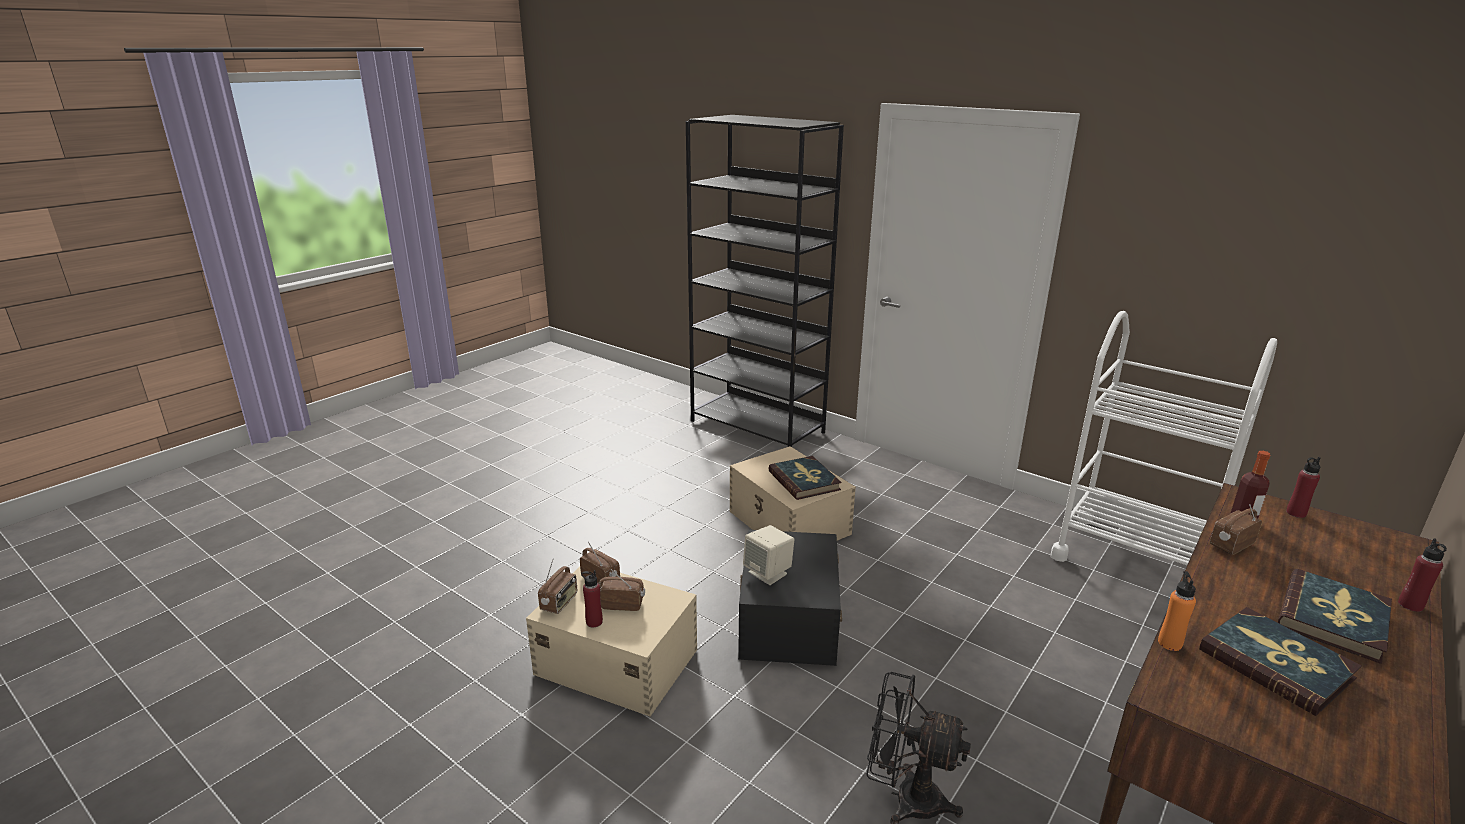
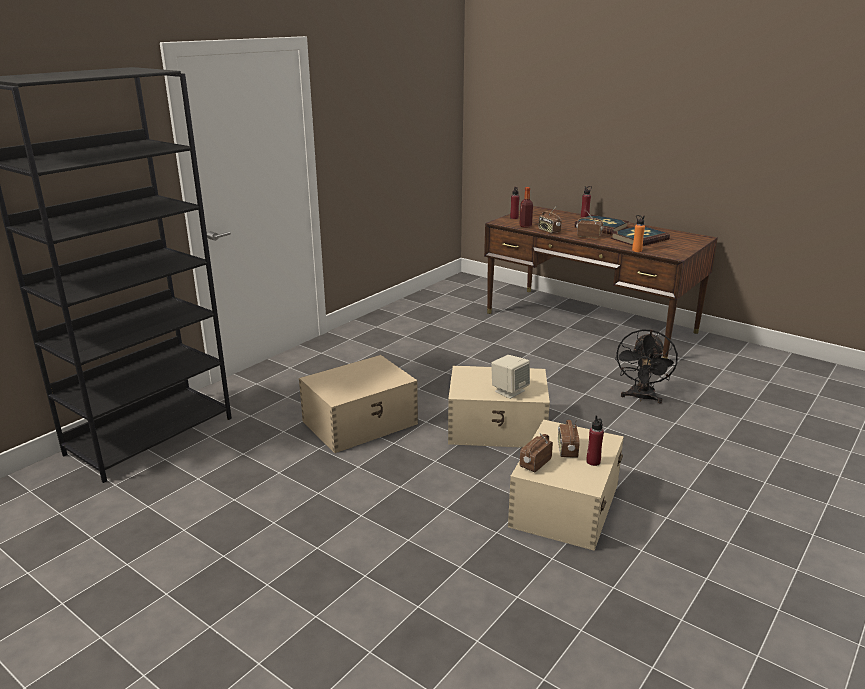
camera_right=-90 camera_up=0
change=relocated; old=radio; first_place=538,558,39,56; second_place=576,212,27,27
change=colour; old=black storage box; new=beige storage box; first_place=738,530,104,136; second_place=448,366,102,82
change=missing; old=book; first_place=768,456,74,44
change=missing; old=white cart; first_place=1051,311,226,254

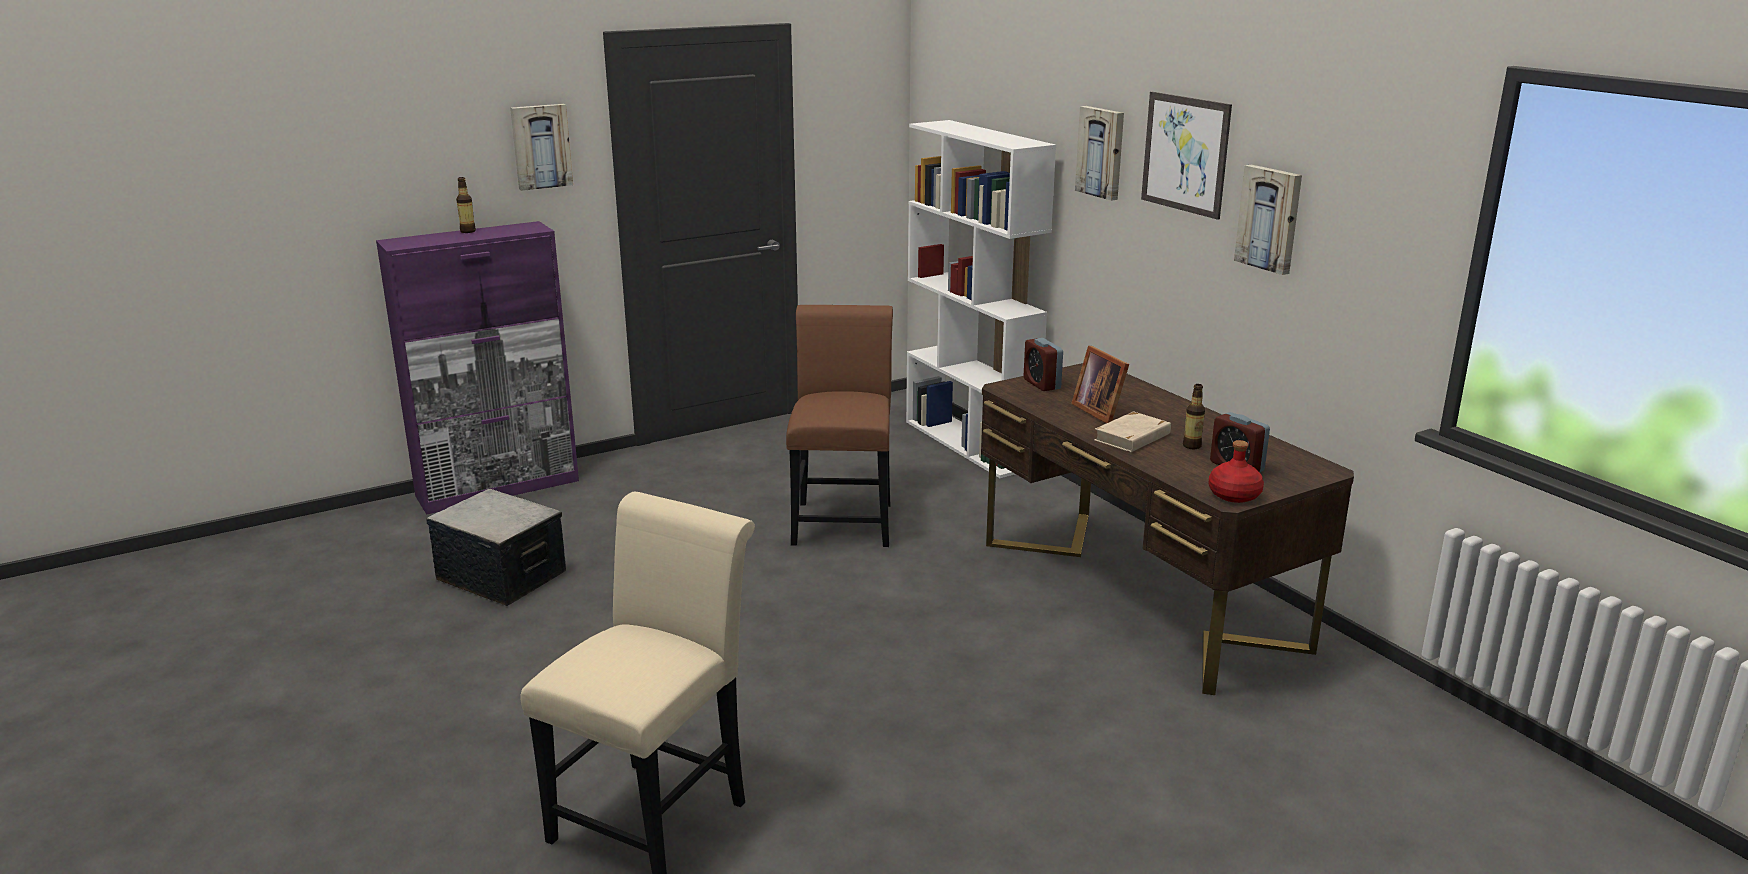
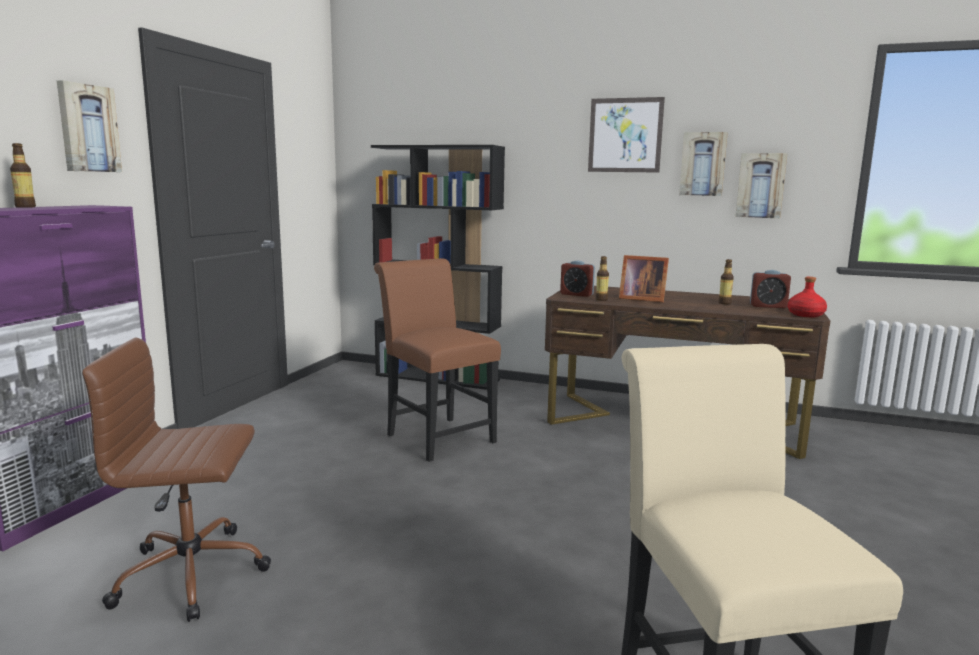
camera_right=-40 camera_up=-10
change=exchanged; old=storage box; new=brown office chair; first_place=426,489,140,117; second_place=82,337,189,285
change=colour; old=white bookcase; new=black bookcase; first_place=906,120,150,358; second_place=371,145,134,245
change=relocated; old=picture; first_place=1075,106,49,95; second_place=735,153,52,65
change=missing; old=beige book; first_place=1095,411,76,41
change=appeared; new=bottle; second_place=595,256,14,45

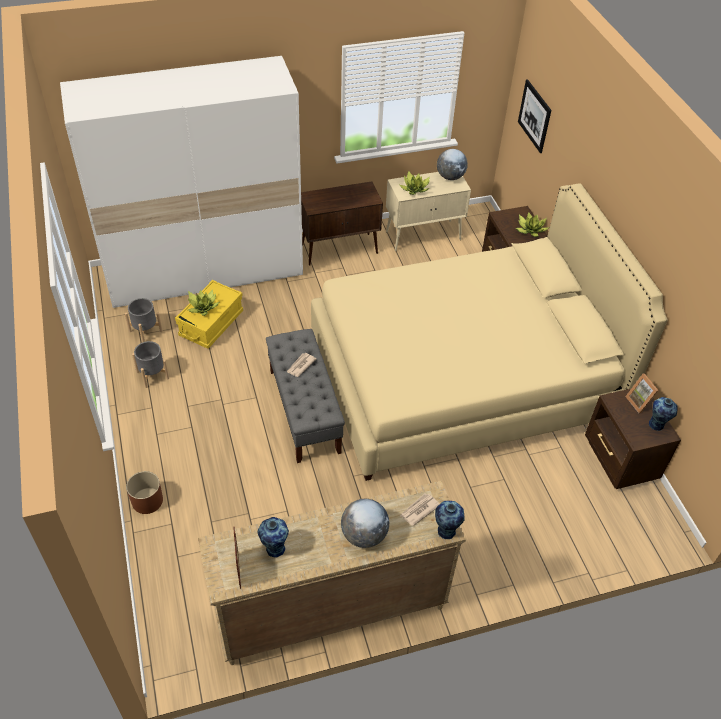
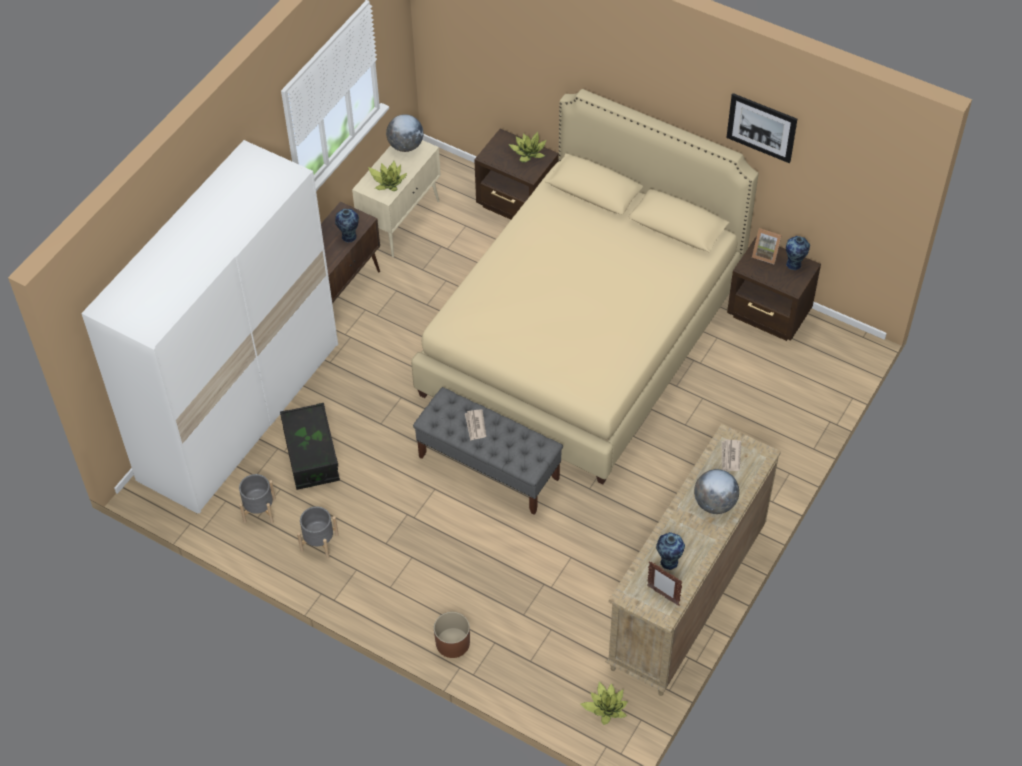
camera_right=-40 camera_up=5
change=colour; old=yellow storage box; new=black storage box; first_place=175,280,68,69; second_place=280,403,60,87
change=relocated; old=potted plant; first_place=188,289,31,27; second_place=581,682,47,43
change=relocated; old=vase; first_place=435,501,30,38; second_place=335,209,24,34
change=relocated; old=picture; first_place=518,79,33,74; second_place=726,93,71,70

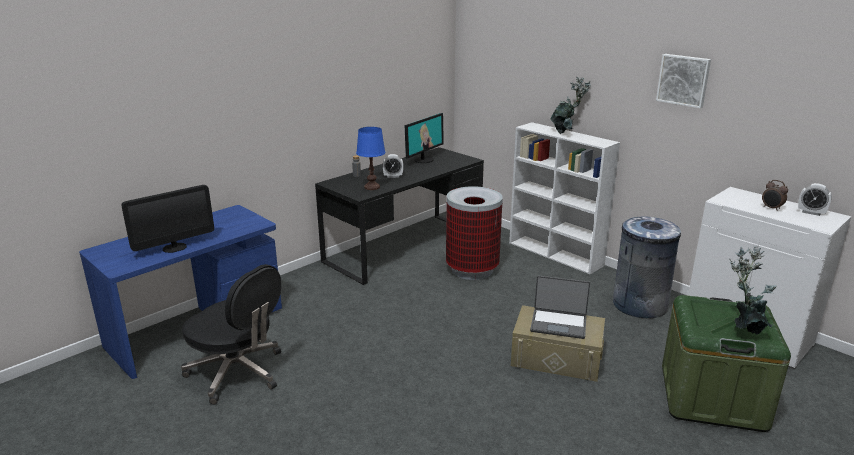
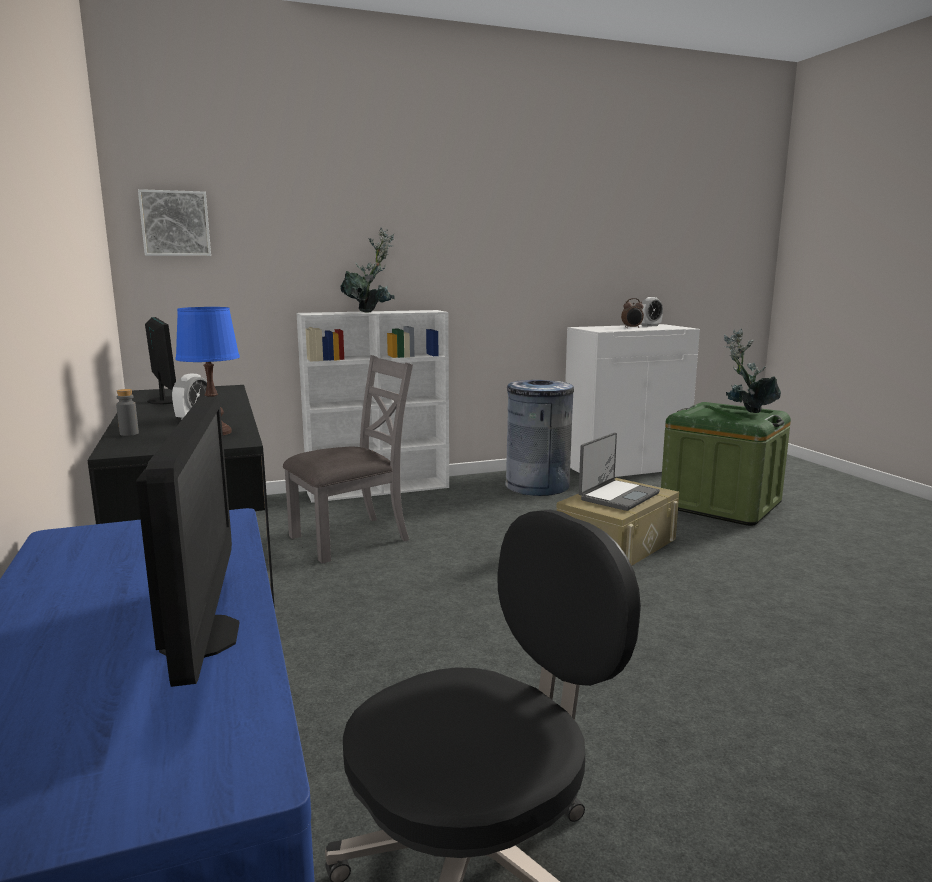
camera_right=-65 camera_up=-10
change=exchanged; old=trash can; new=grey chair; first_place=446,186,57,94; second_place=283,355,130,208
change=relocated; old=picture; first_place=656,54,55,54; second_place=138,189,73,67

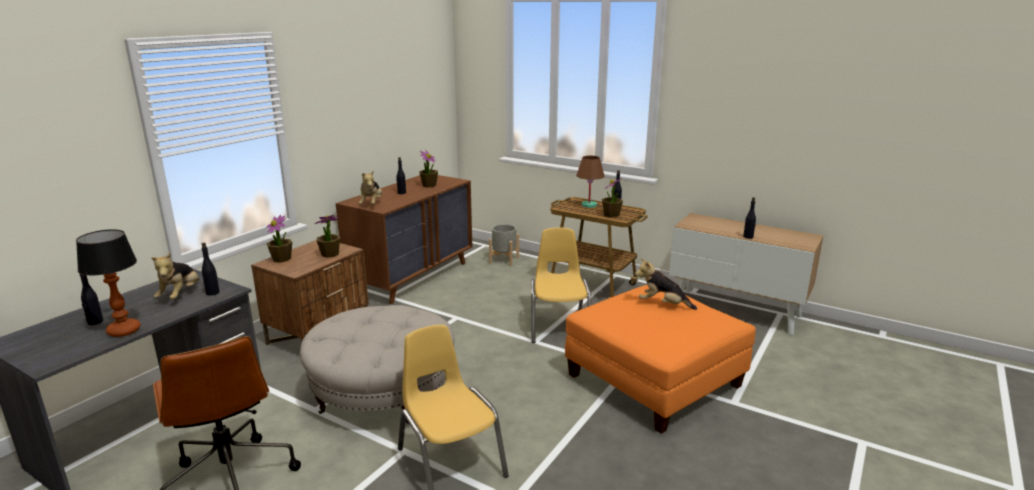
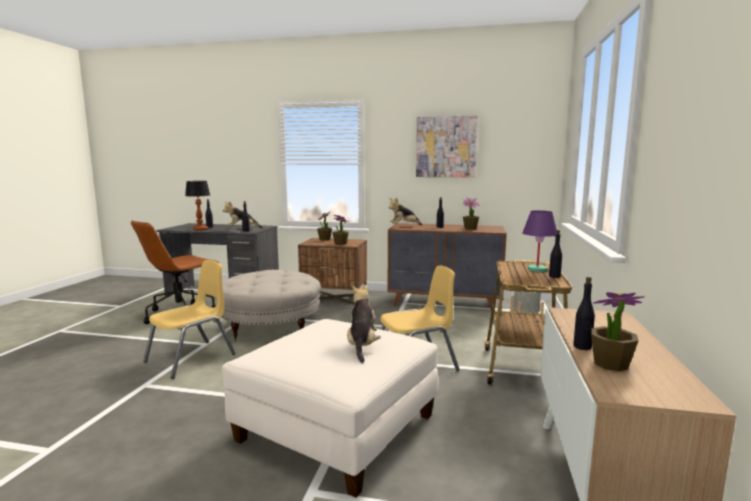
camera_right=70 camera_up=-10
change=colour; old=orange ottoman; new=white ottoman; first_place=565,285,191,149; second_place=222,319,217,179
change=colour; old=brown table lamp; new=purple table lamp; first_place=576,156,29,52; second_place=522,210,35,62
change=relocated; old=potted plant; first_place=602,179,21,38; second_place=591,292,53,79
change=appeared; new=picture; second_place=416,115,62,62

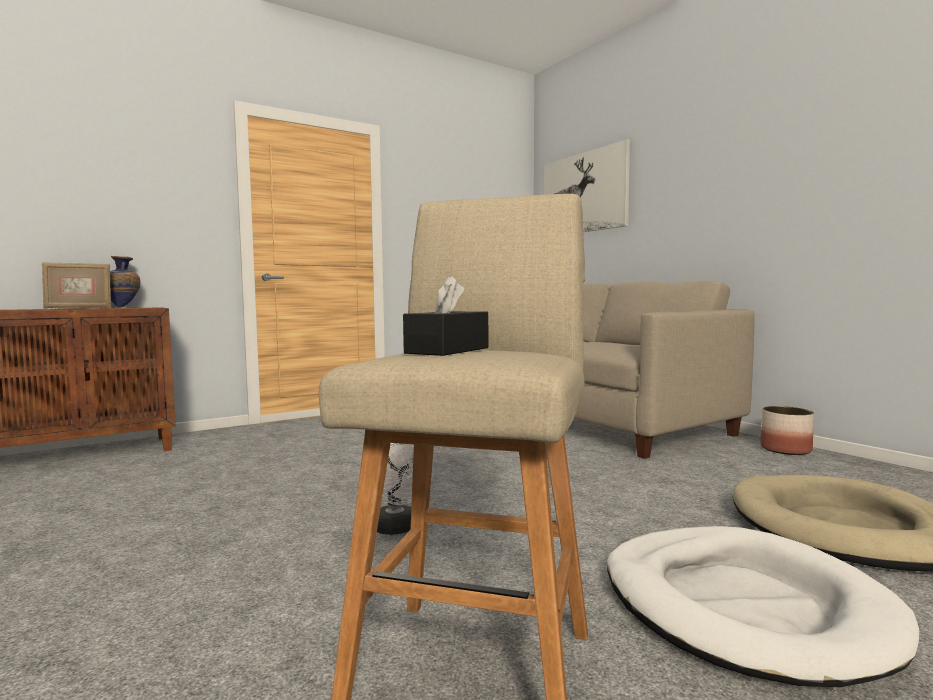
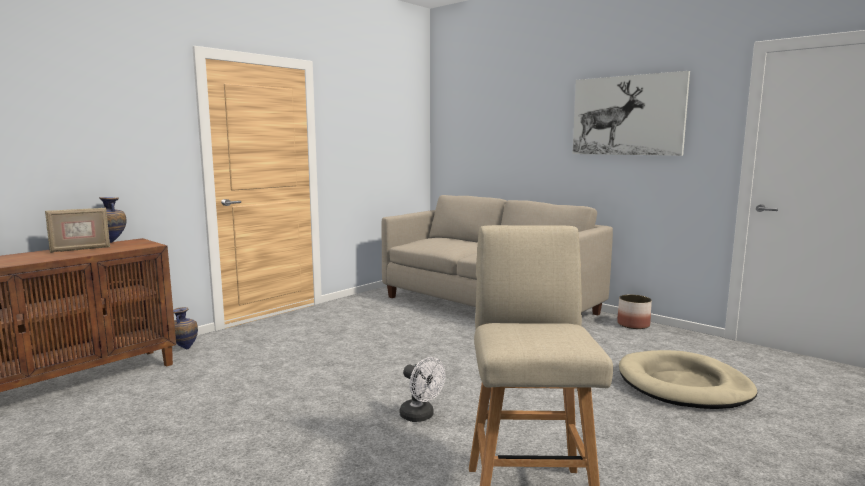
camera_right=-15 camera_up=5
change=missing; old=black tissue box; first_place=403,276,85,80
change=relocated; old=picture; first_place=544,139,86,93; second_place=572,71,118,85
change=missing; old=white dog bed; first_place=607,526,312,161
change=appeared; new=vase; second_place=173,307,25,43

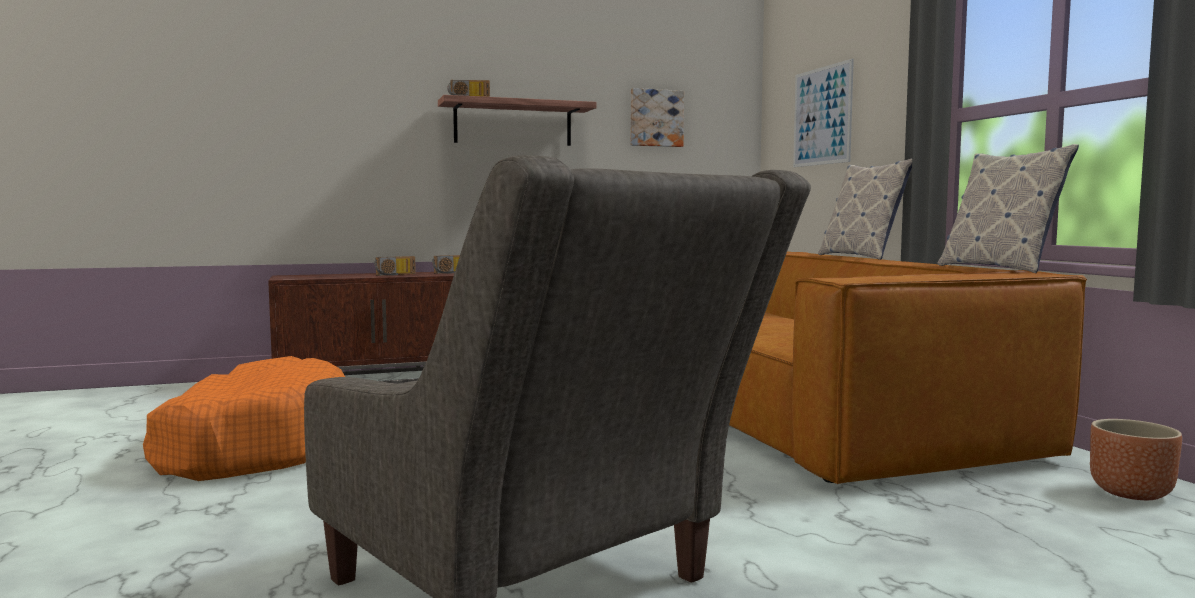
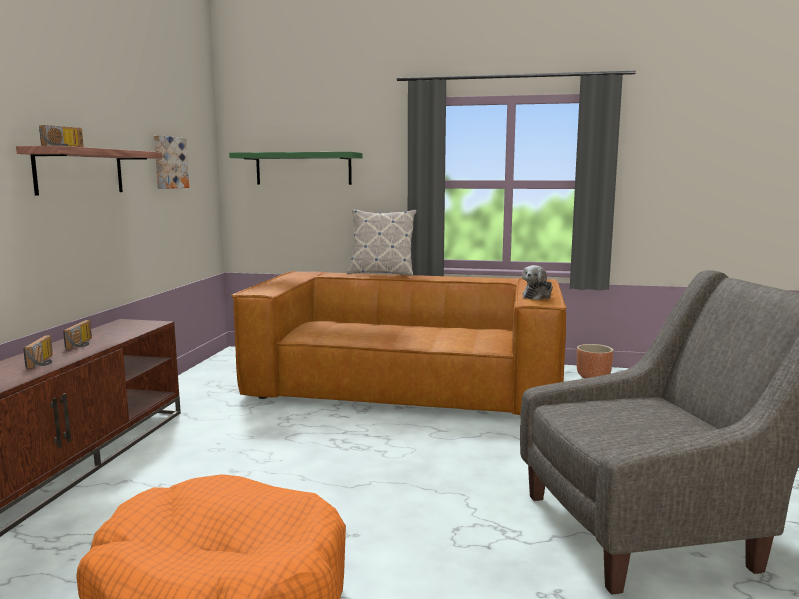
camera_right=-60 camera_up=5
change=exchanged; old=picture; new=green shelf; first_place=793,59,61,108; second_place=229,152,133,33
change=missing; old=pillow; first_place=937,144,142,129
change=appeared; new=plush toy; second_place=522,265,31,35

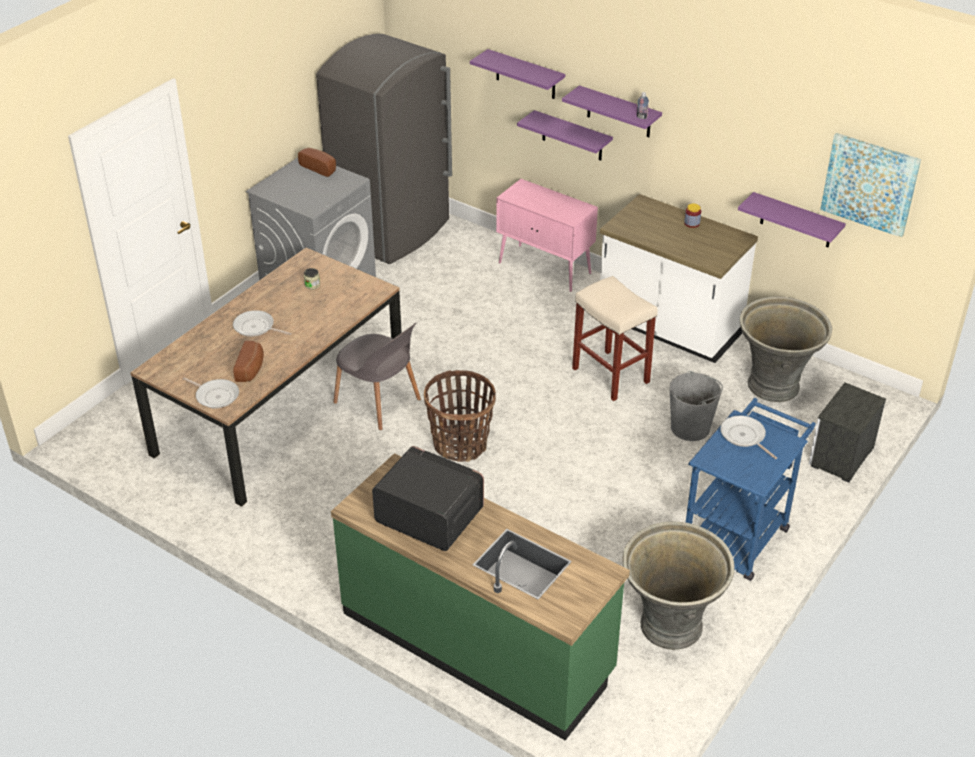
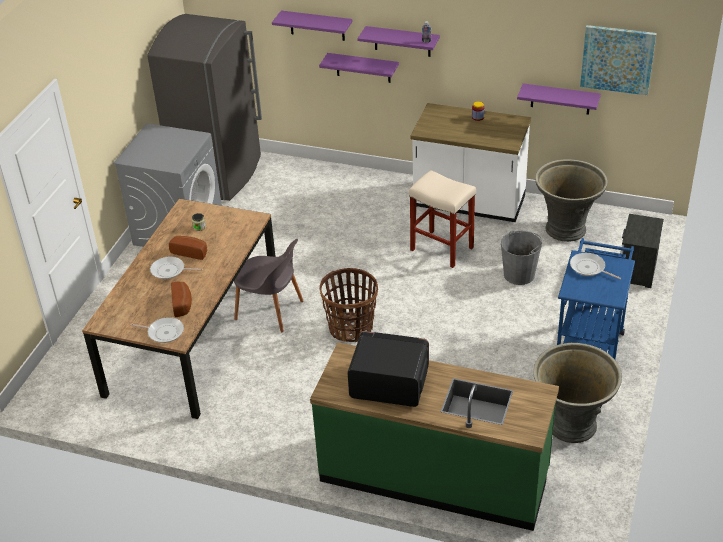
camera_right=-15 camera_up=0
change=relocated; old=bread; first_place=298,148,38,29; second_place=169,236,38,24
change=missing; old=pink cabinet; first_place=496,179,102,113

